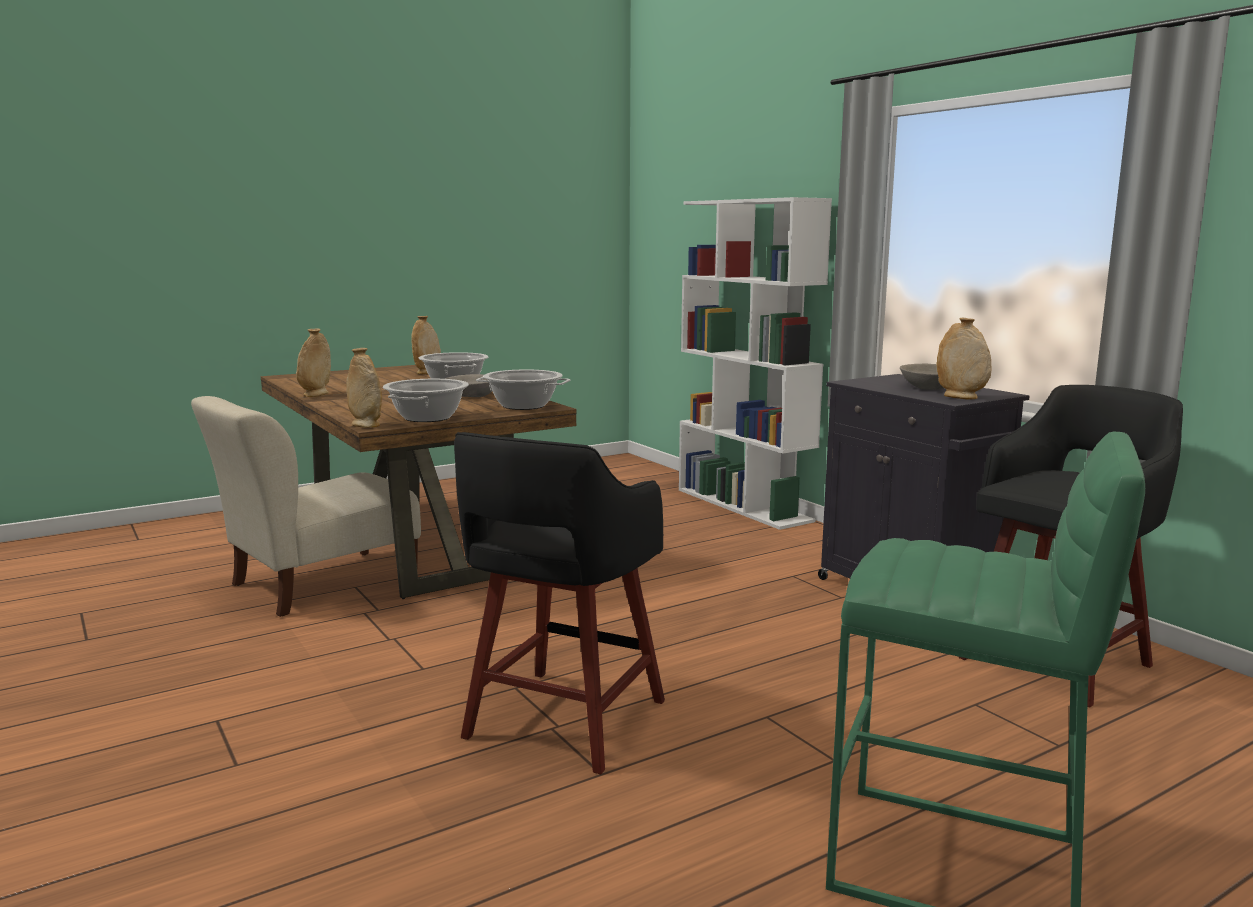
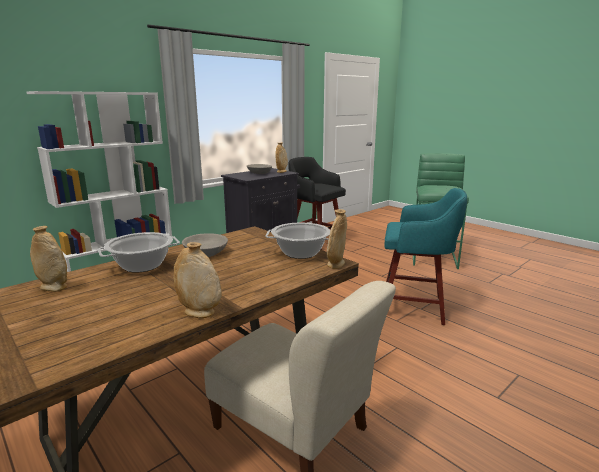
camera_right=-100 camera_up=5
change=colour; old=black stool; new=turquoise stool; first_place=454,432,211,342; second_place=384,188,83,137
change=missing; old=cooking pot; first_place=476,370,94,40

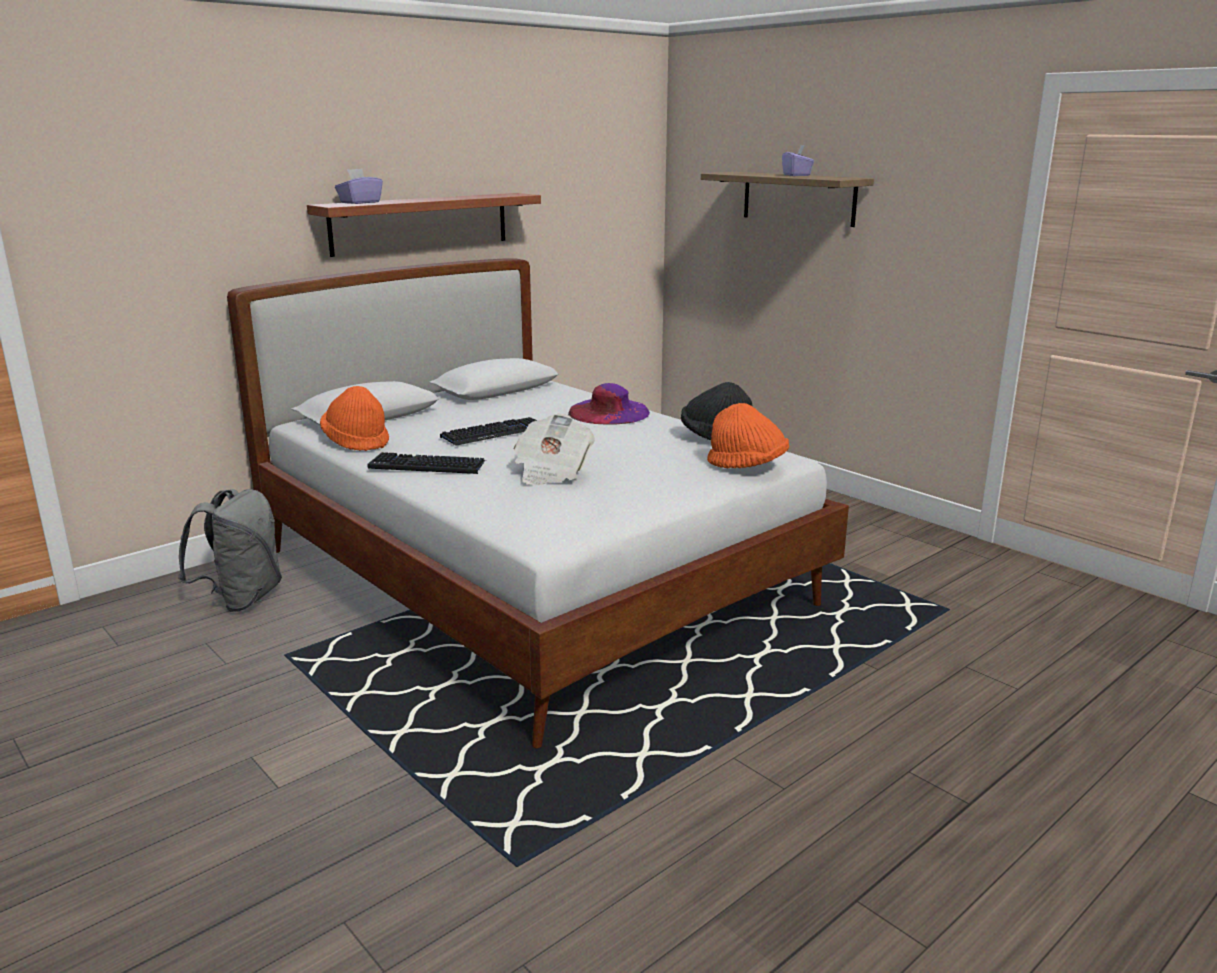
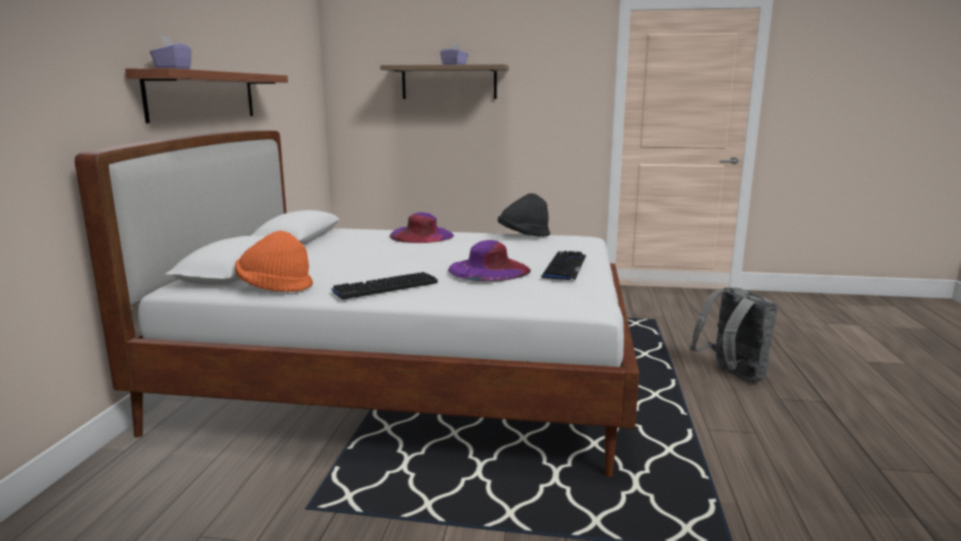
camera_right=-40 camera_up=-5
change=relocated; old=grey backpack; first_place=178,489,104,123; second_place=690,287,88,96
change=relocated; old=keyboard; first_place=440,417,97,29; second_place=542,251,44,29
change=exchanged; old=newspaper; new=purple hat; first_place=514,414,81,71; second_place=448,240,83,41
change=missing; old=orange hat; first_place=707,403,82,65

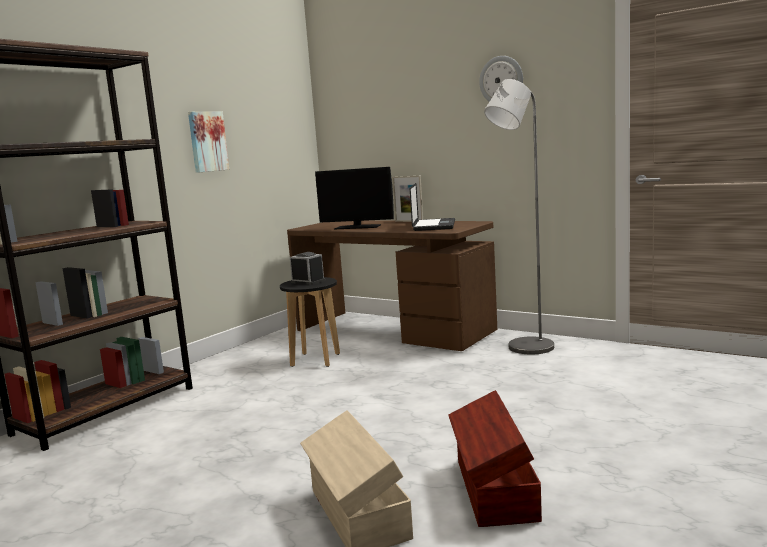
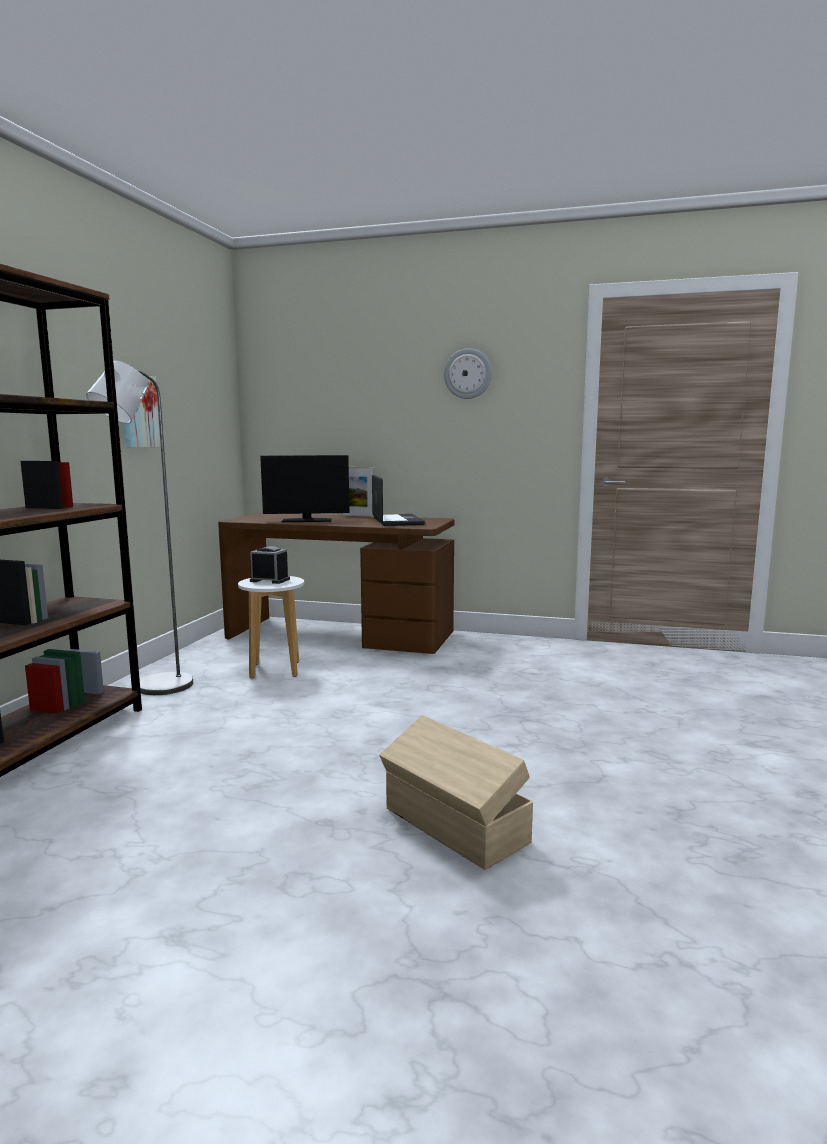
camera_right=-20 camera_up=0
change=colour; old=black stool; new=white stool; first_place=280,277,60,90; second_place=238,576,66,103
change=missing; old=brown storage box; first_place=448,390,94,137
change=relocated; old=grey floor lamp; first_place=484,79,70,275; second_place=86,361,107,334

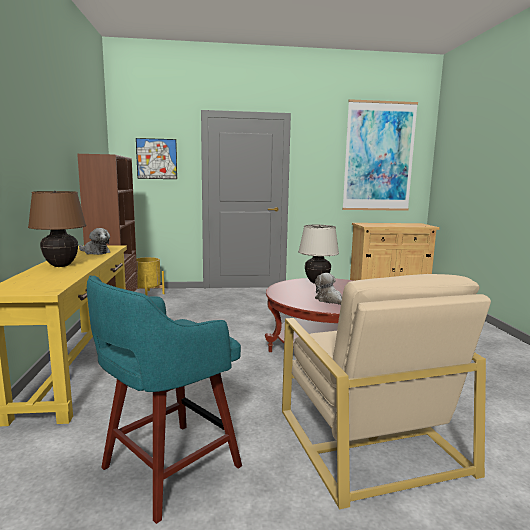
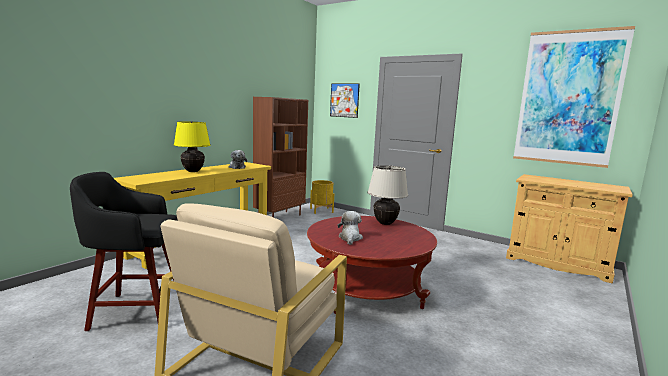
camera_right=40 camera_up=0
change=colour; old=brown table lamp; new=yellow table lamp; first_place=28,191,58,76; second_place=174,121,37,51
change=colour; old=turquoise stool; new=black stool; first_place=87,275,155,249; second_place=70,172,108,159

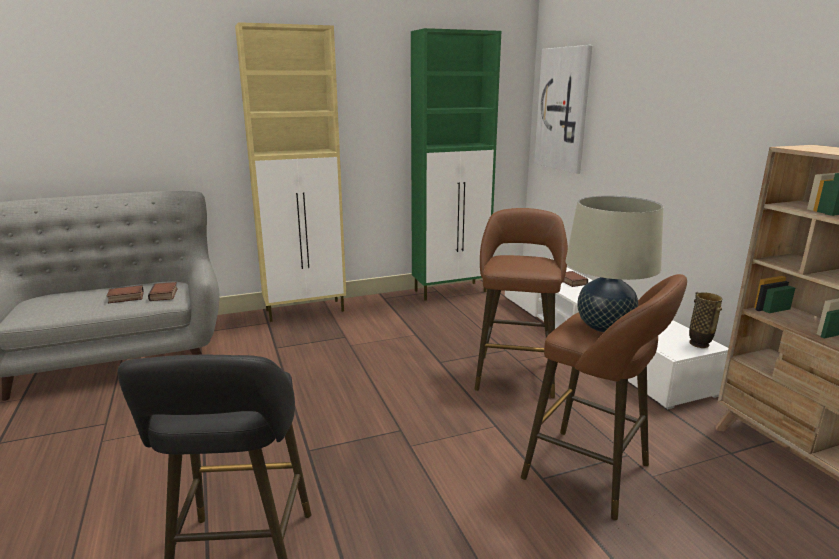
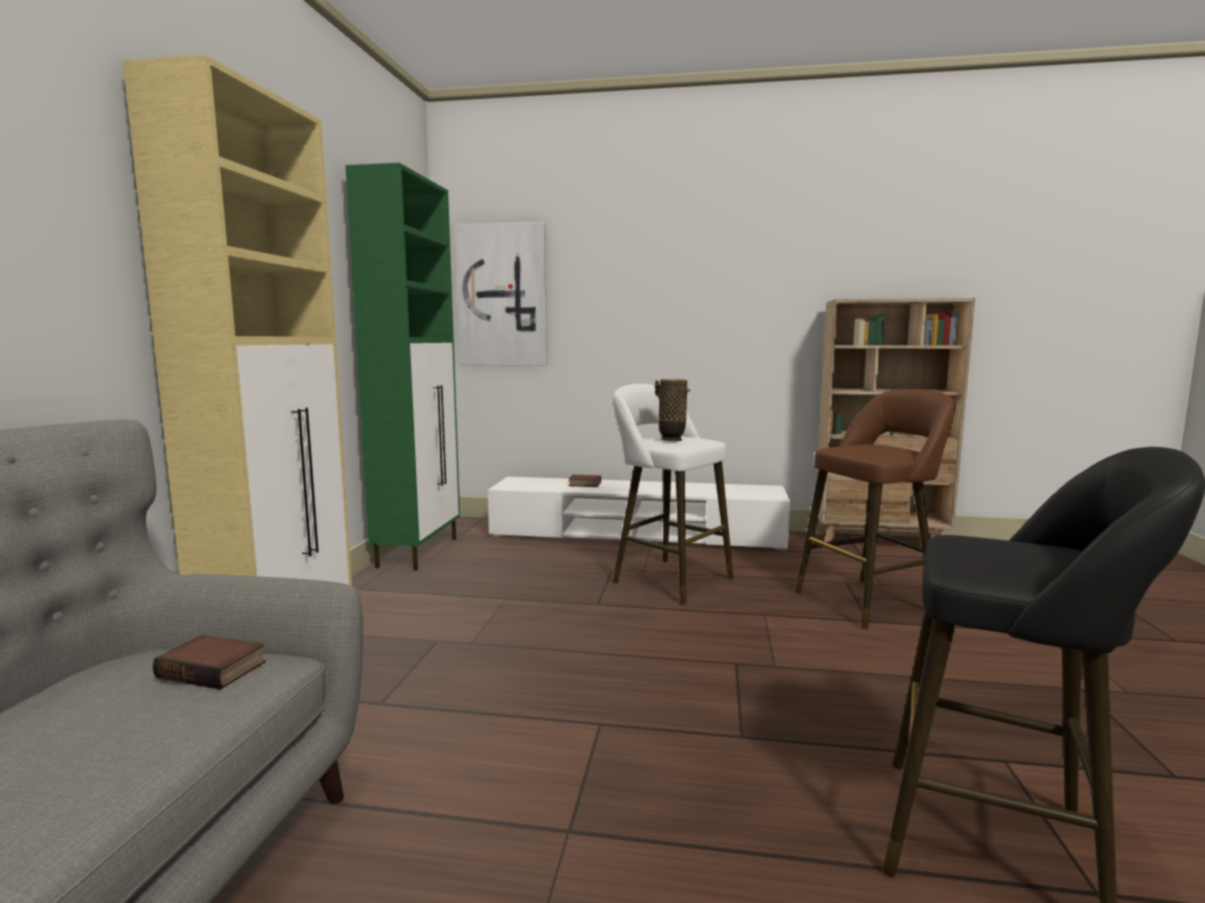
camera_right=-60 camera_up=-10
change=missing; old=book; first_place=107,285,37,18
change=colour; old=brown stool; new=white stool; first_place=475,208,93,190; second_place=613,384,121,220
change=missing; old=beige table lamp; first_place=566,195,97,137
change=relocated; old=vase; first_place=689,292,33,56; second_place=654,379,36,63

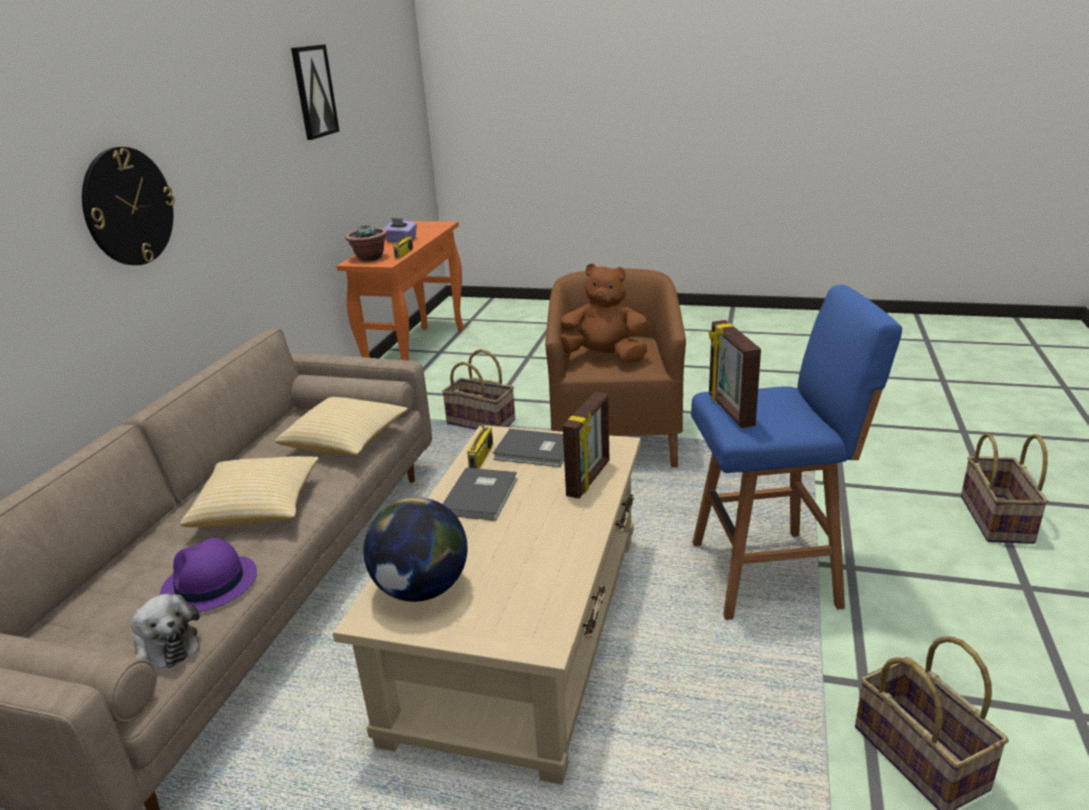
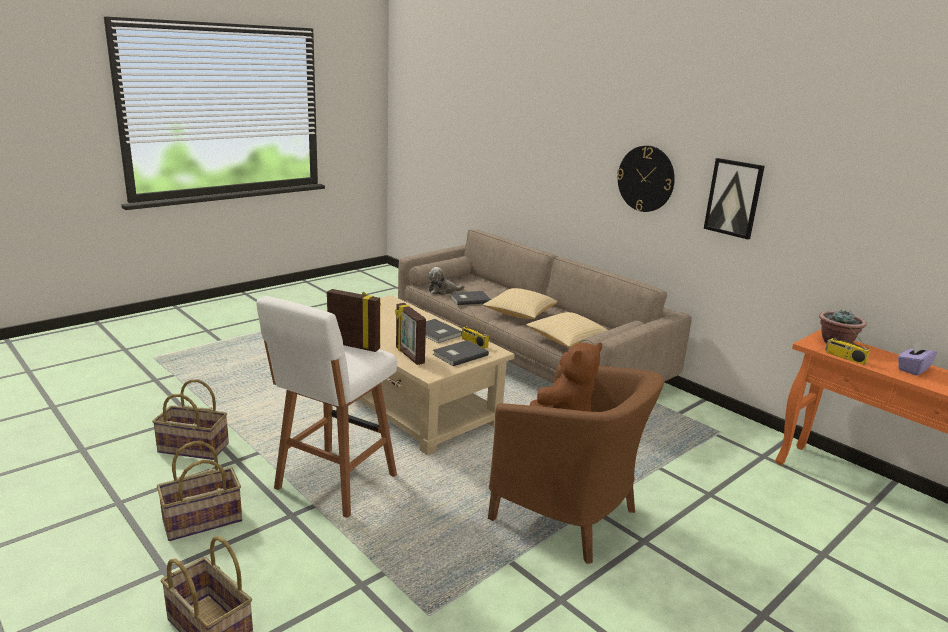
camera_right=120 camera_up=-5
change=exchanged; old=purple hat; new=grey book; first_place=160,538,97,74; second_place=450,291,41,14
change=relocated; old=picture; first_place=291,44,48,96; second_place=704,158,61,81
change=missing; old=globe; first_place=363,497,105,105
change=relocated; old=basket; first_place=442,349,73,81; second_place=157,441,85,100
change=colour; old=blue stool; new=white stool; first_place=691,285,211,335; second_place=257,296,140,222

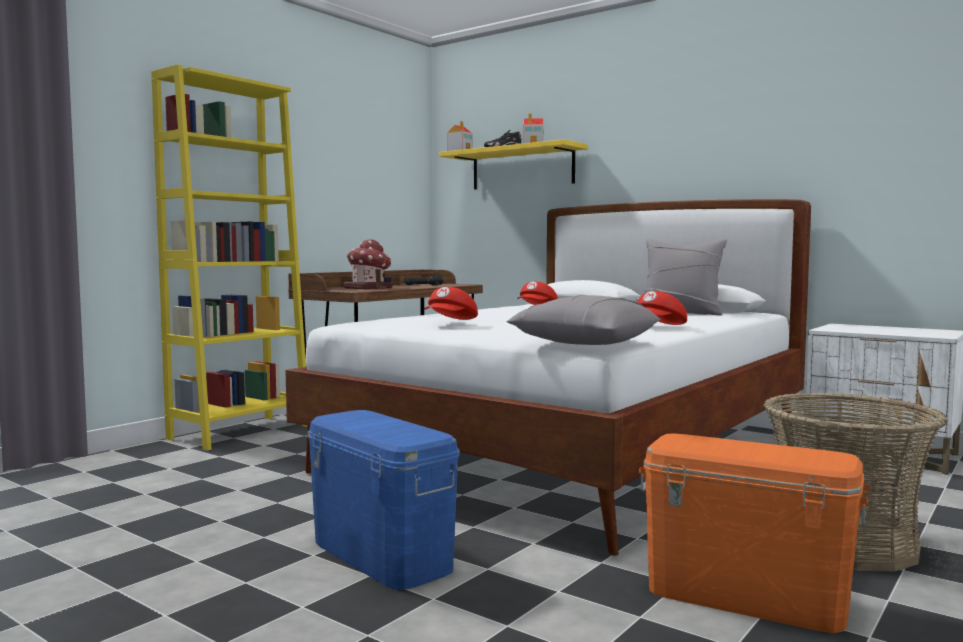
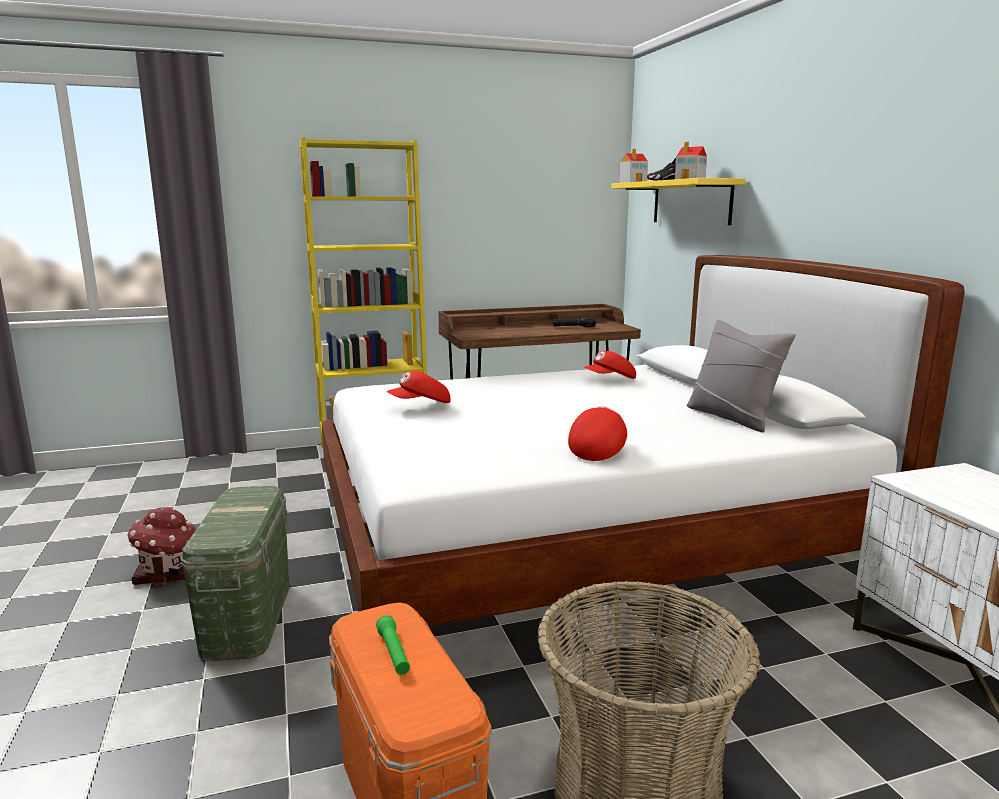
camera_right=35 camera_up=10
change=colour; old=blue storage box; new=green storage box; first_place=308,410,152,180; second_place=181,486,108,175
change=relocated; old=toy house; first_place=344,239,48,50; second_place=127,507,69,81
change=missing; old=grey pillow; first_place=506,295,154,50
change=spun; old=red cap; first_place=637,291,50,34; second_place=568,406,59,55; degrees=120
change=appeared; new=green flashlight; second_place=376,615,34,60

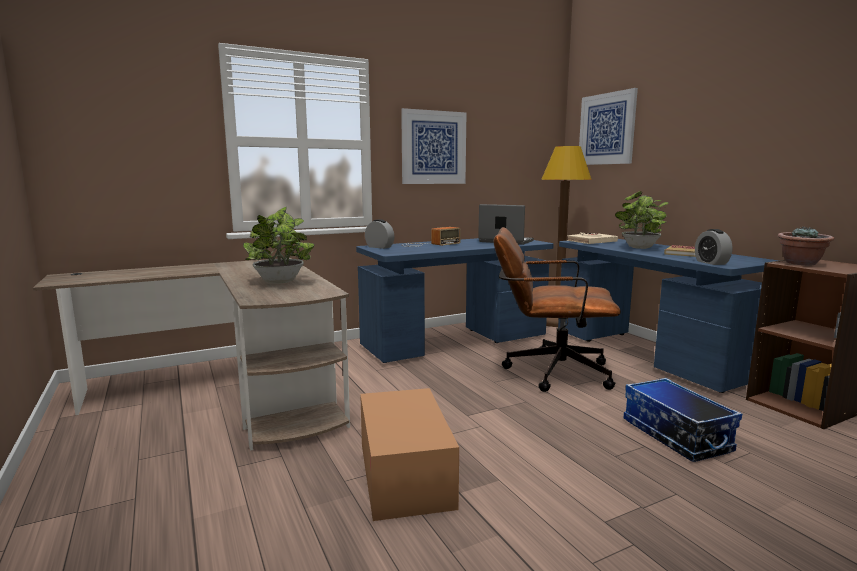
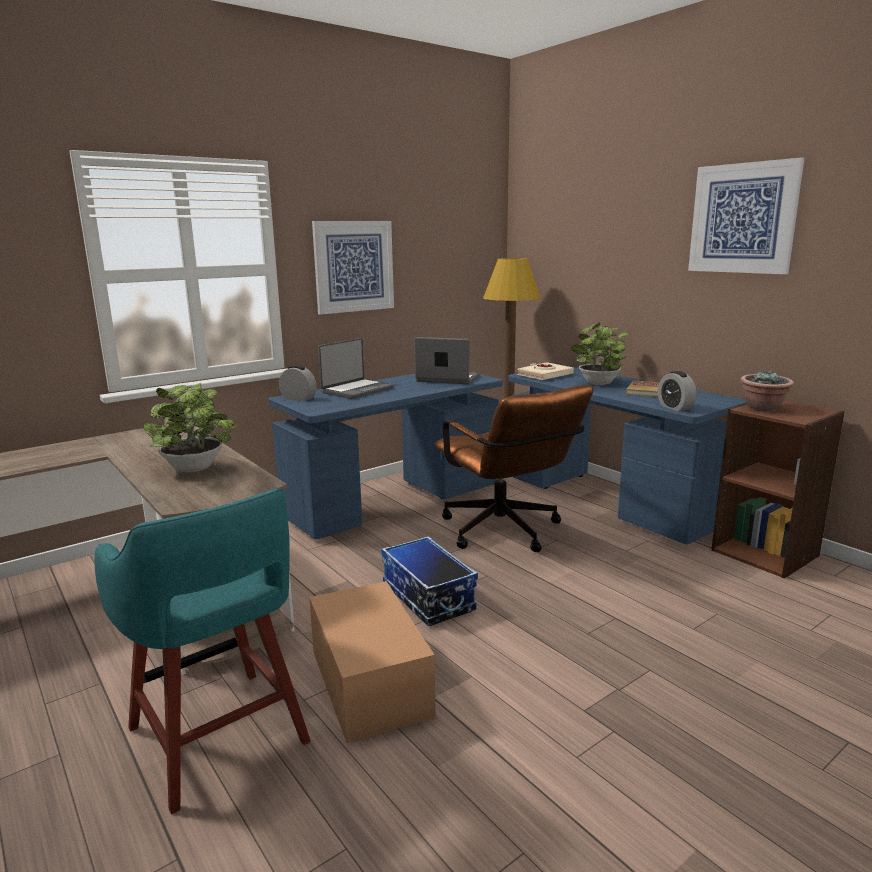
camera_right=-10 camera_up=5
change=exchanged; old=radio; new=laptop; first_place=402,227,59,20; second_place=318,338,76,61
change=spun; old=brown office chair; first_place=494,227,127,165; second_place=434,385,159,167; degrees=-120
change=relocated; old=picture; first_place=579,88,59,77; second_place=688,157,116,117
change=relocated; old=storage box; first_place=623,378,119,84; second_place=381,536,97,90
change=appeared; new=turquoise stool; second_place=95,489,216,325

